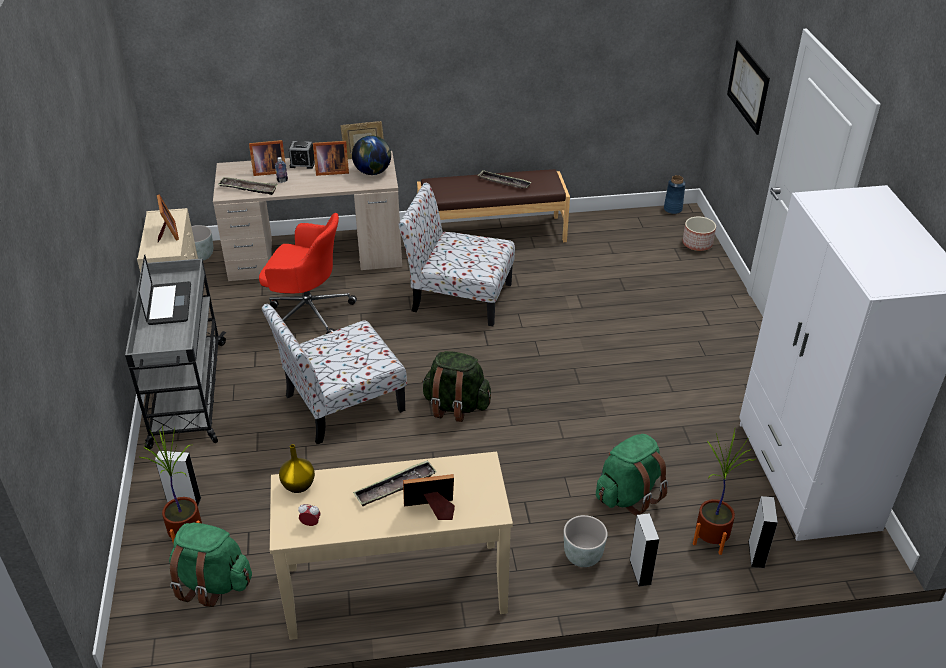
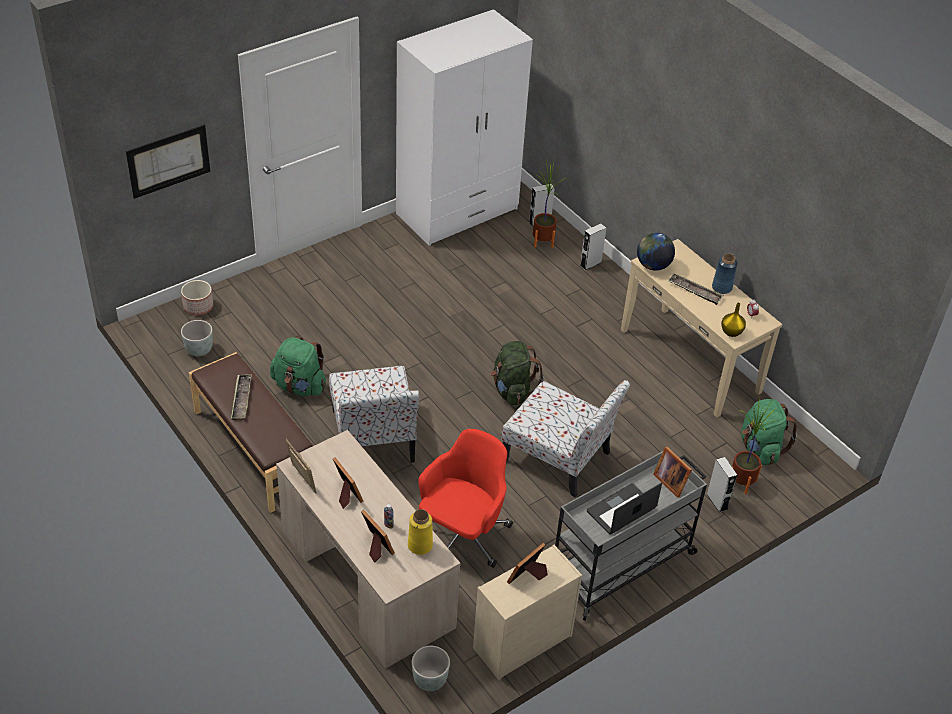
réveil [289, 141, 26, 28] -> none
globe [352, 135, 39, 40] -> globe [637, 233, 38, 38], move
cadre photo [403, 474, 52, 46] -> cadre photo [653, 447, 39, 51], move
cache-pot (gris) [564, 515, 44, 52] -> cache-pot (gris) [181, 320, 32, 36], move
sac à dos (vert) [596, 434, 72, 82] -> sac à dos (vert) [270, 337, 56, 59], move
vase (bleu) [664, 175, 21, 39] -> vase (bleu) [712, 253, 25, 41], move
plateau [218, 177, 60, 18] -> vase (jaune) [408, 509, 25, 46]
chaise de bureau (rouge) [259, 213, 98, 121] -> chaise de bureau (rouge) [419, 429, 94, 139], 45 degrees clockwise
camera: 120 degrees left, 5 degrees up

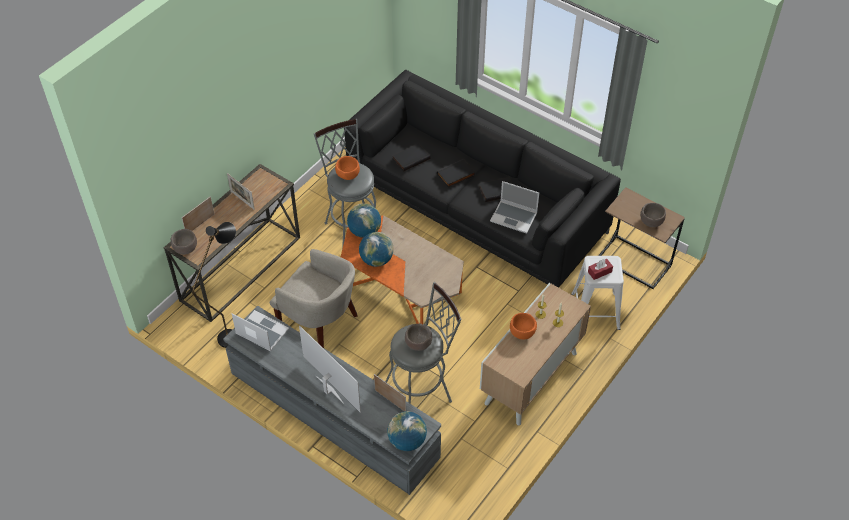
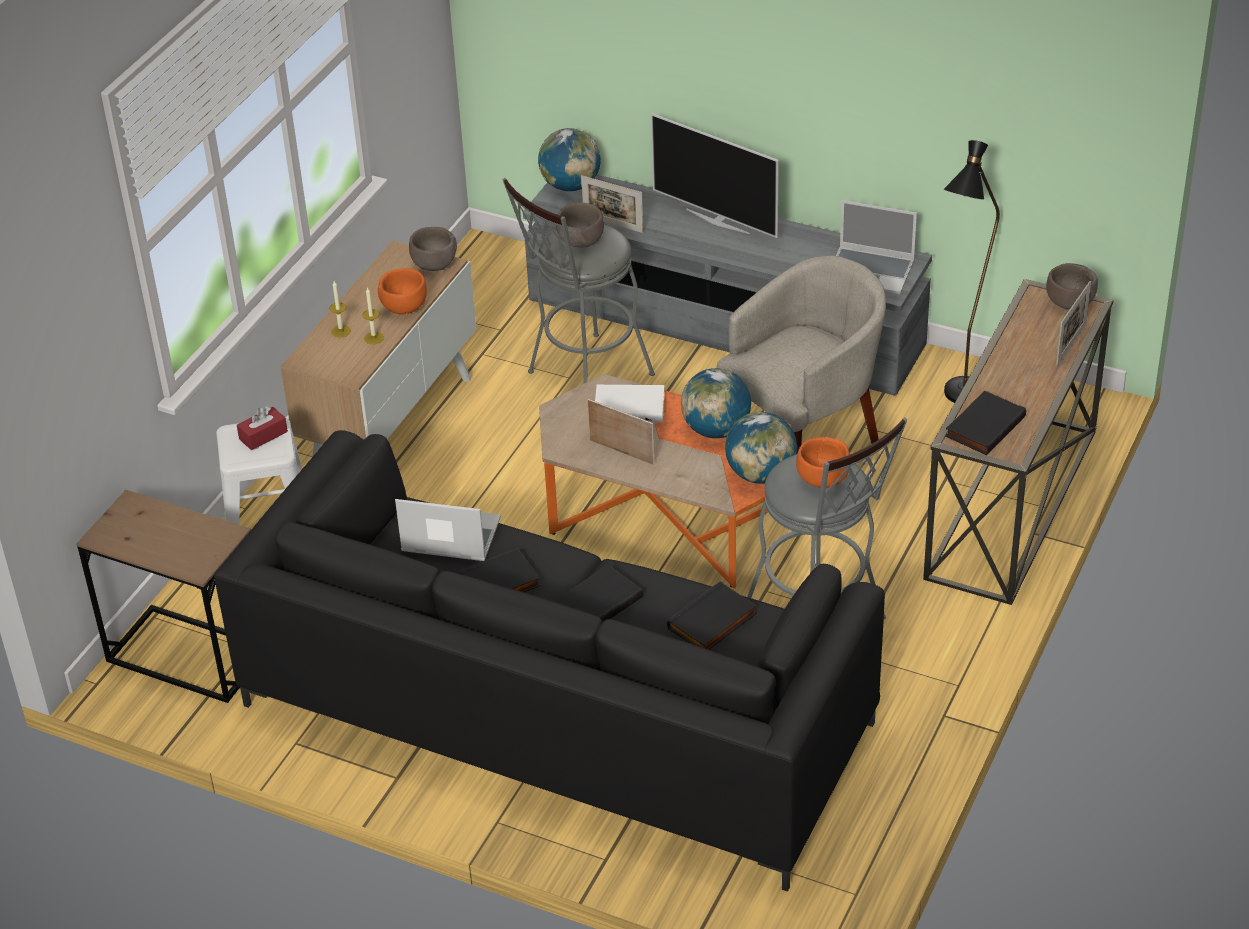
none -> livre (blanc) [595, 384, 70, 38]
none -> livre (noir) [945, 391, 81, 64]
cadre photo [227, 173, 28, 37] -> cadre photo [588, 399, 66, 66], move
bol (marron) [640, 203, 26, 24] -> bol (marron) [409, 227, 48, 44], move
fauteuil (beige) [270, 249, 88, 99] -> fauteuil (beige) [717, 256, 169, 197], 120 degrees clockwise
camera: 170 degrees right, 10 degrees down

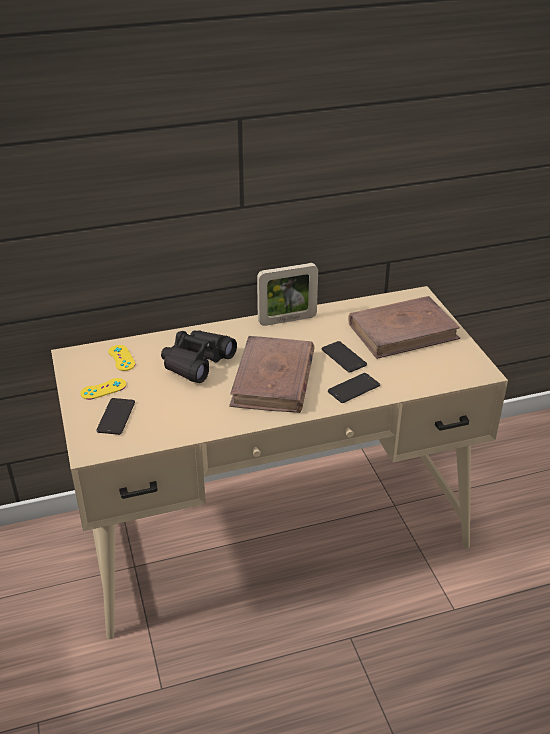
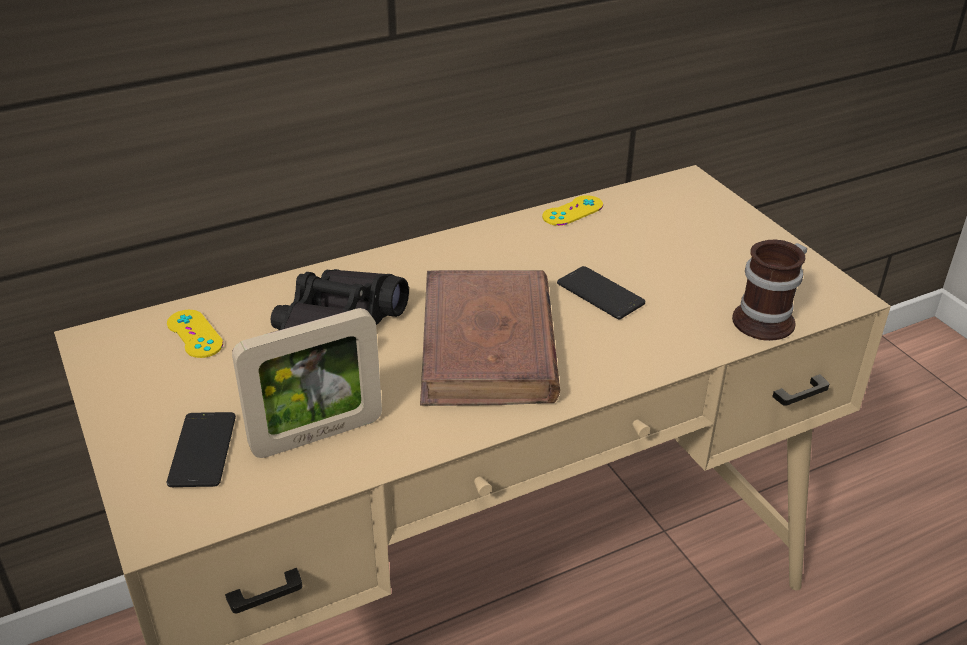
téléphone [328, 373, 52, 30] -> none
livre (marron) [348, 296, 112, 63] -> none
none -> mug [732, 240, 75, 101]
manette (jaune) [80, 378, 46, 22] -> manette (jaune) [542, 195, 61, 31], move
cadre photo [257, 263, 61, 63] -> cadre photo [232, 308, 150, 150], move
camera: 10 degrees left, 0 degrees up

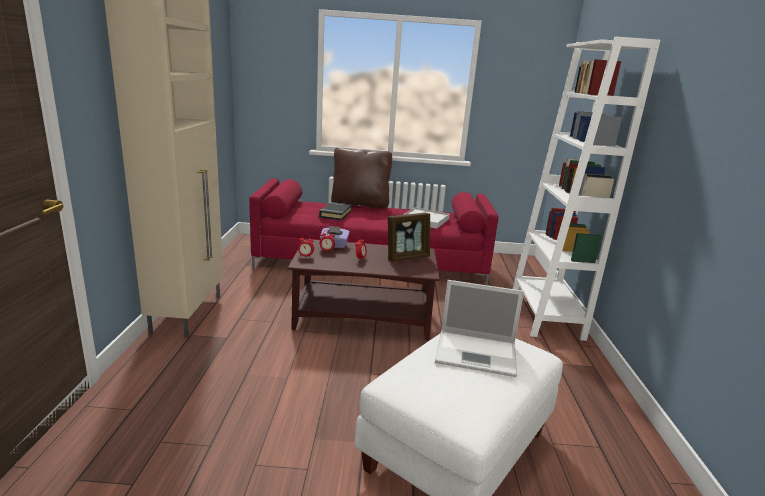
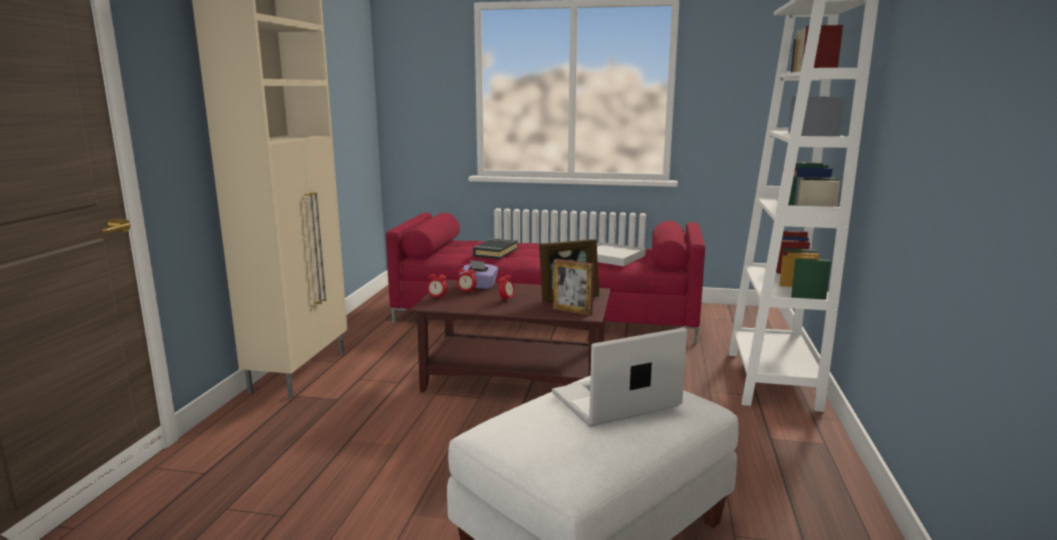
coussin (marron) [331, 147, 61, 62] -> none
none -> cadre photo [553, 259, 41, 56]
ordinateur portable [435, 280, 89, 97] -> ordinateur portable [552, 328, 135, 99], 135 degrees clockwise
camera: 10 degrees right, 5 degrees down

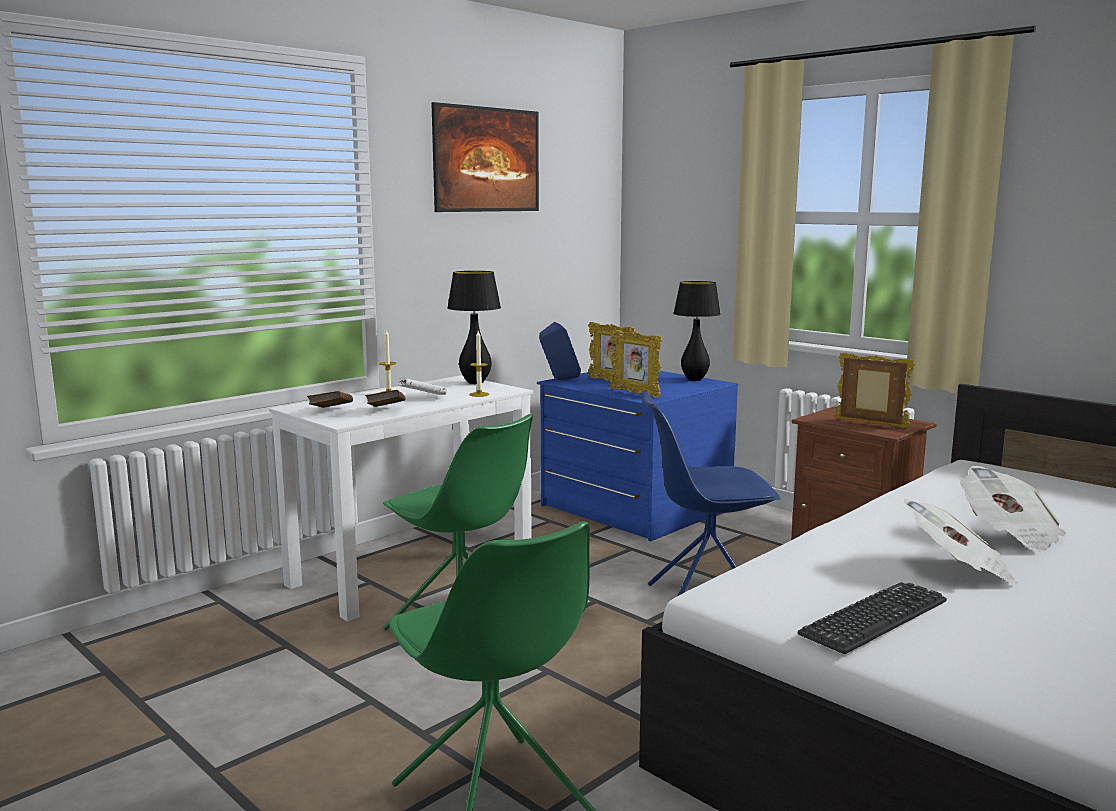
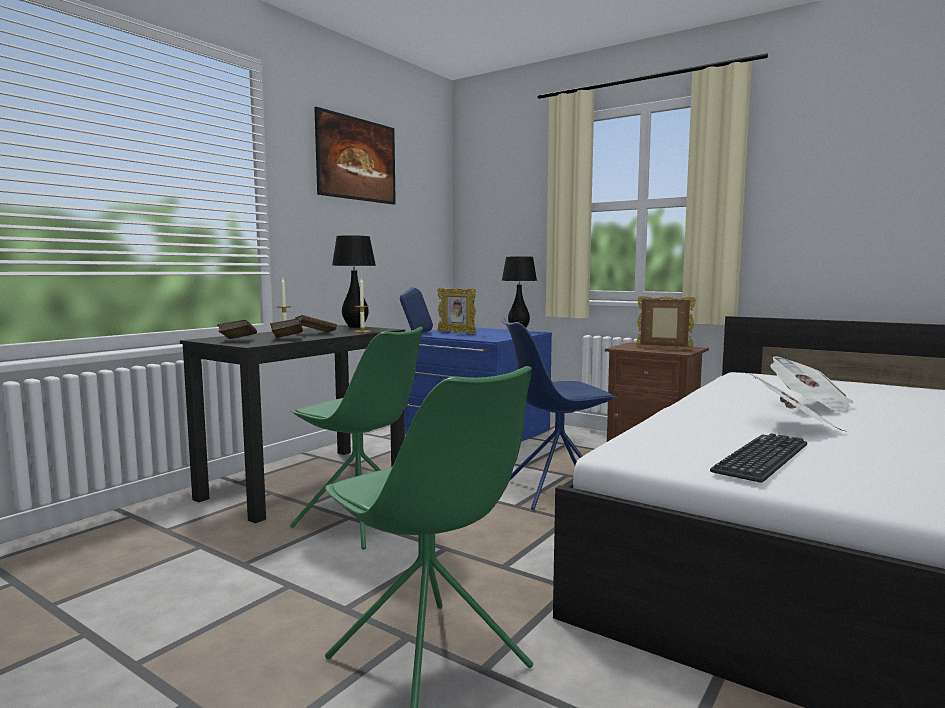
cadre photo [610, 330, 52, 67] -> none
bureau (blanc) [269, 375, 264, 247] -> bureau (noir) [180, 325, 225, 199]
livre (blanc) [398, 378, 49, 17] -> livre (marron) [295, 315, 42, 17]
camera: 10 degrees left, 5 degrees down

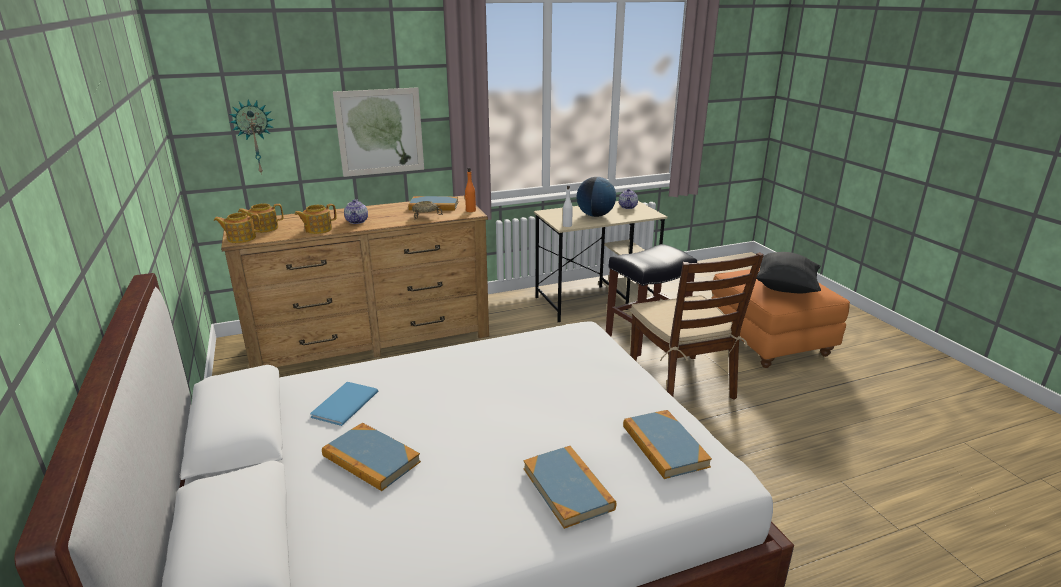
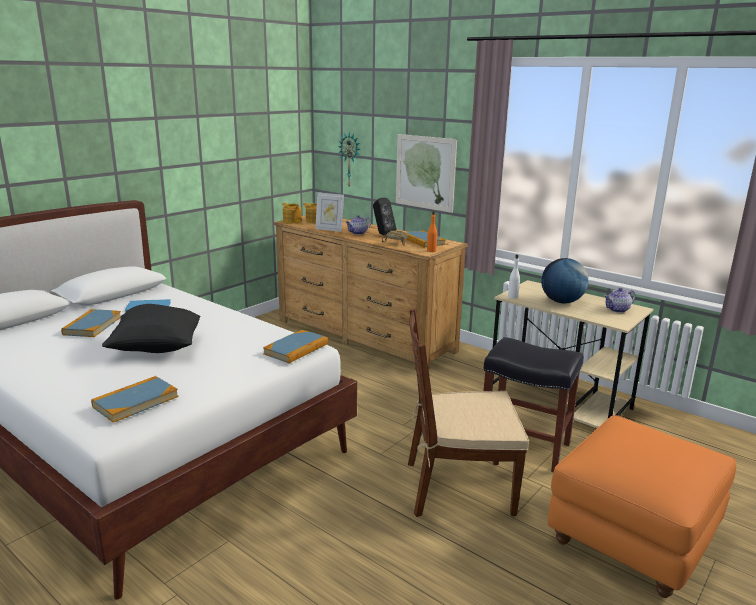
none -> enceinte (noir) [373, 198, 23, 38]
livre [523, 446, 93, 83] -> livre [263, 330, 65, 33], move
coussin (noir) [756, 252, 65, 41] -> coussin (noir) [102, 304, 98, 49], move
théière [295, 204, 42, 30] -> cadre photo [315, 192, 29, 40]
chaise (marron) [631, 252, 133, 148] -> chaise (marron) [408, 309, 121, 208], 45 degrees clockwise
camera: 60 degrees right, 5 degrees down

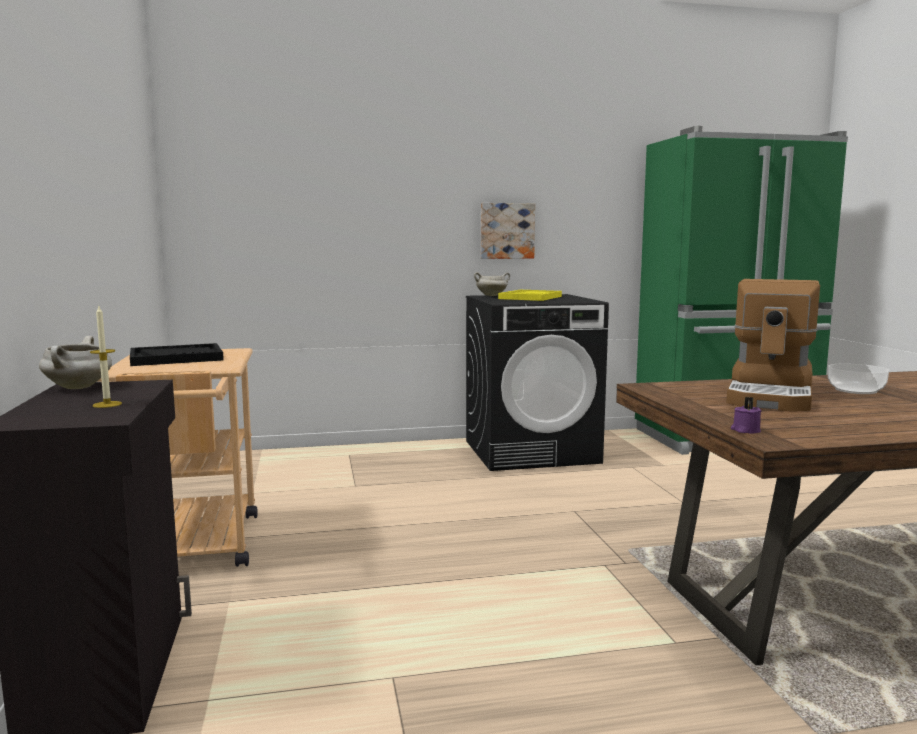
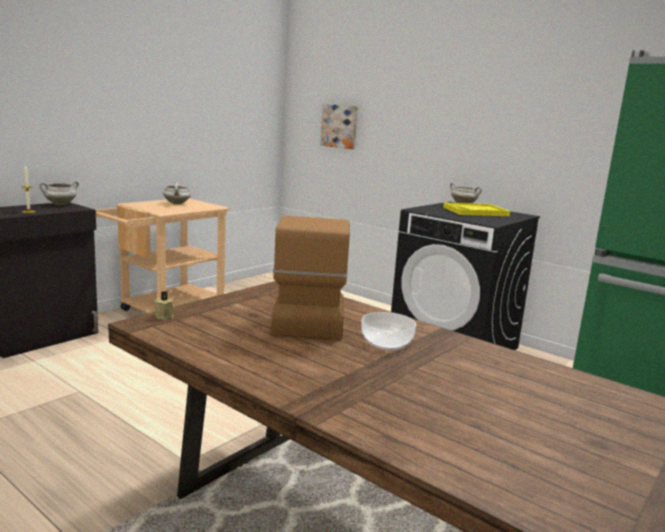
tableau [481, 203, 54, 56] -> tableau [320, 104, 38, 45], move
plateau (noir) [130, 343, 94, 23] -> marmite (blanc) [163, 182, 28, 23]
bougie (violet) [731, 397, 30, 37] -> bougie (beige) [154, 291, 20, 29]
machine à café [726, 279, 94, 133] -> machine à café [271, 216, 79, 124], 105 degrees clockwise
camera: 50 degrees right, 5 degrees up

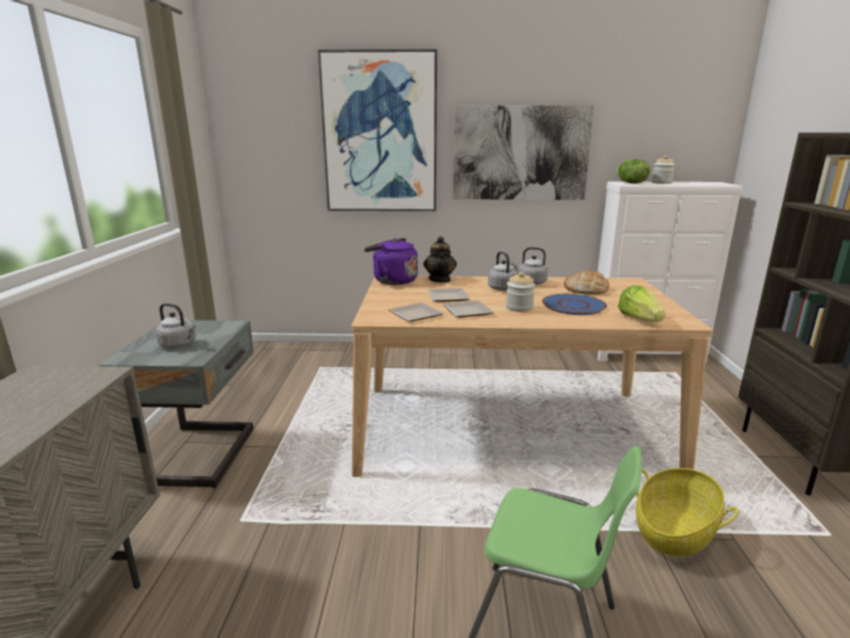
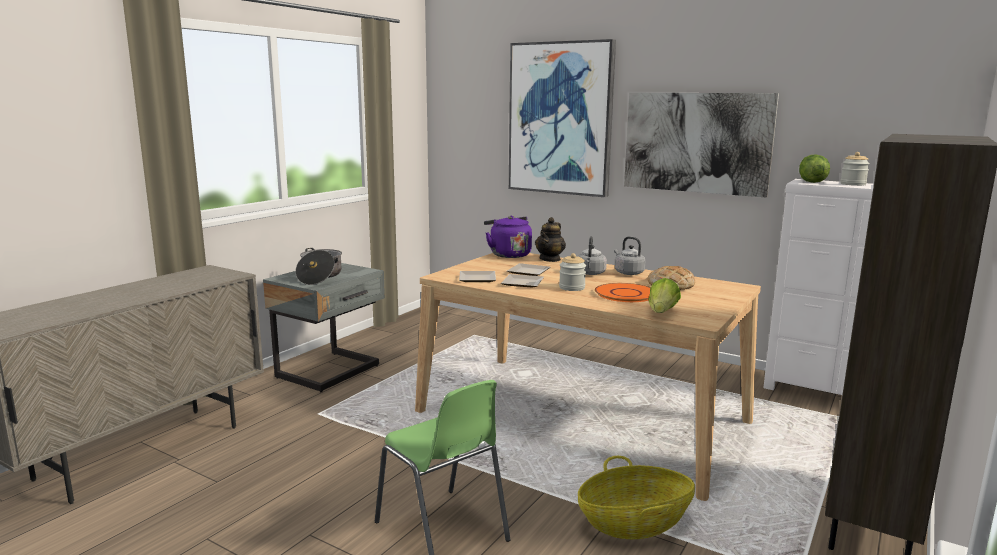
bouilloire (gris) [156, 303, 40, 45] -> marmite [295, 248, 47, 37]
assiette (bleu) [542, 294, 65, 21] -> assiette (orange) [595, 283, 56, 19]
camera: 30 degrees right, 5 degrees down

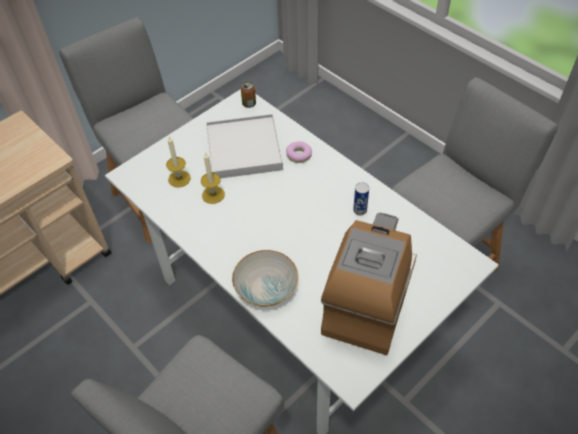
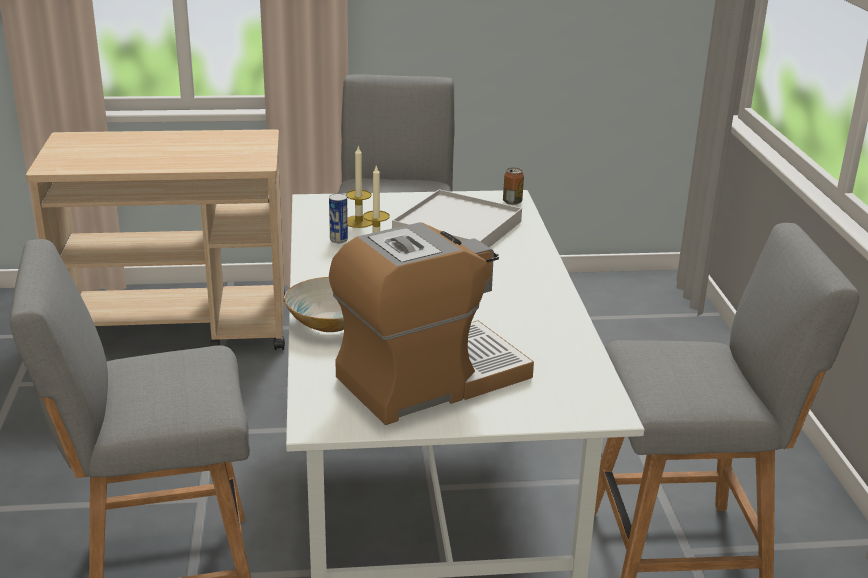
beignet [286, 141, 26, 22] -> none
boîte métallique [353, 182, 16, 34] -> boîte métallique [329, 193, 19, 50], move
camera: 35 degrees right, 25 degrees down

